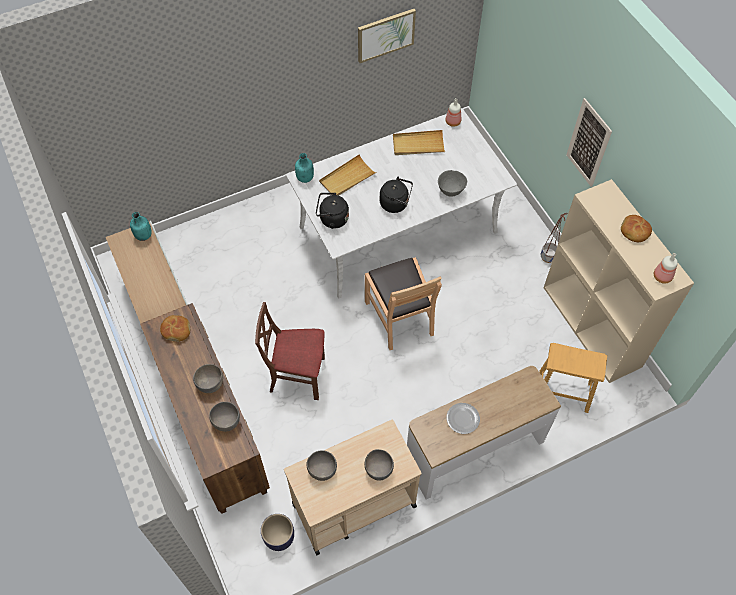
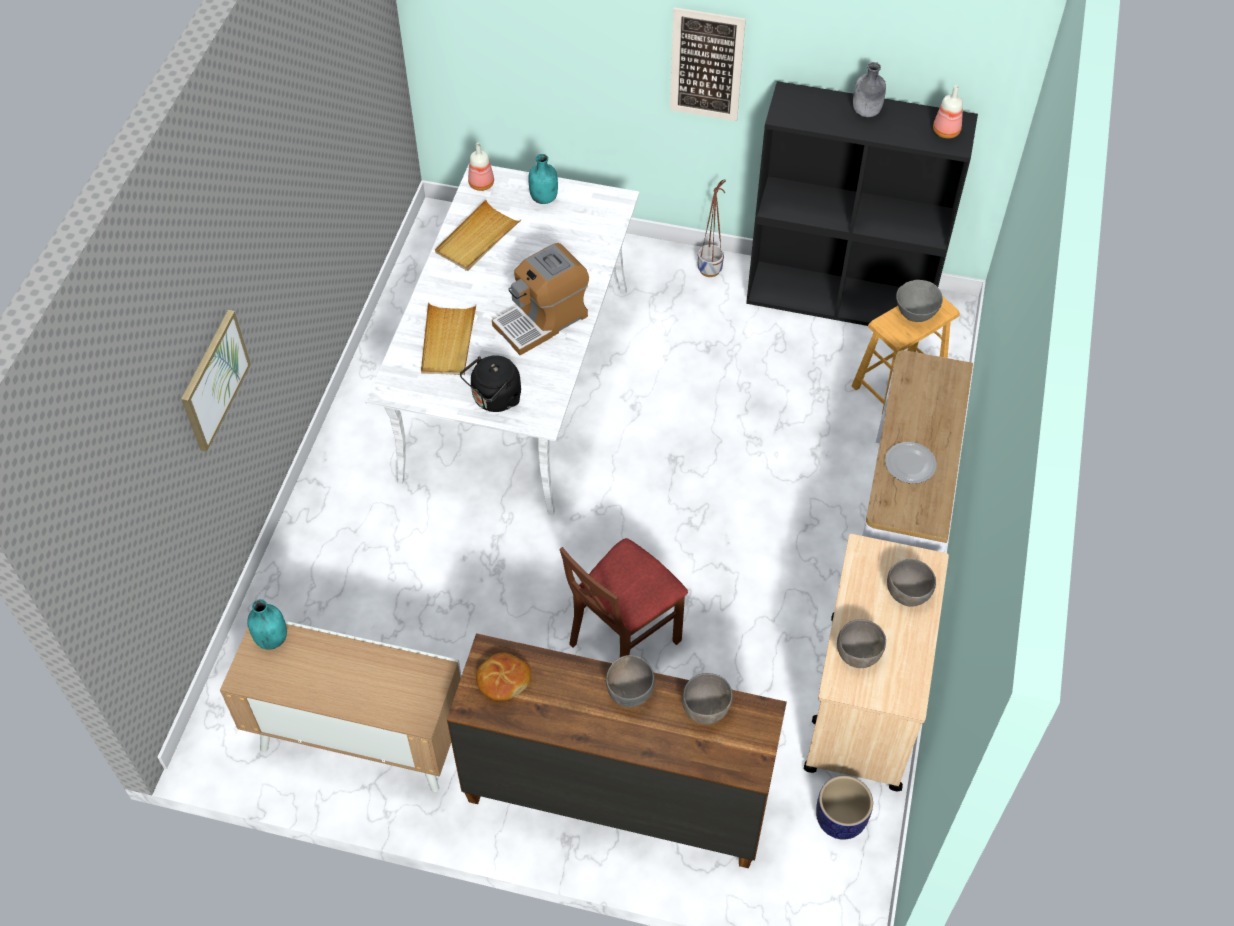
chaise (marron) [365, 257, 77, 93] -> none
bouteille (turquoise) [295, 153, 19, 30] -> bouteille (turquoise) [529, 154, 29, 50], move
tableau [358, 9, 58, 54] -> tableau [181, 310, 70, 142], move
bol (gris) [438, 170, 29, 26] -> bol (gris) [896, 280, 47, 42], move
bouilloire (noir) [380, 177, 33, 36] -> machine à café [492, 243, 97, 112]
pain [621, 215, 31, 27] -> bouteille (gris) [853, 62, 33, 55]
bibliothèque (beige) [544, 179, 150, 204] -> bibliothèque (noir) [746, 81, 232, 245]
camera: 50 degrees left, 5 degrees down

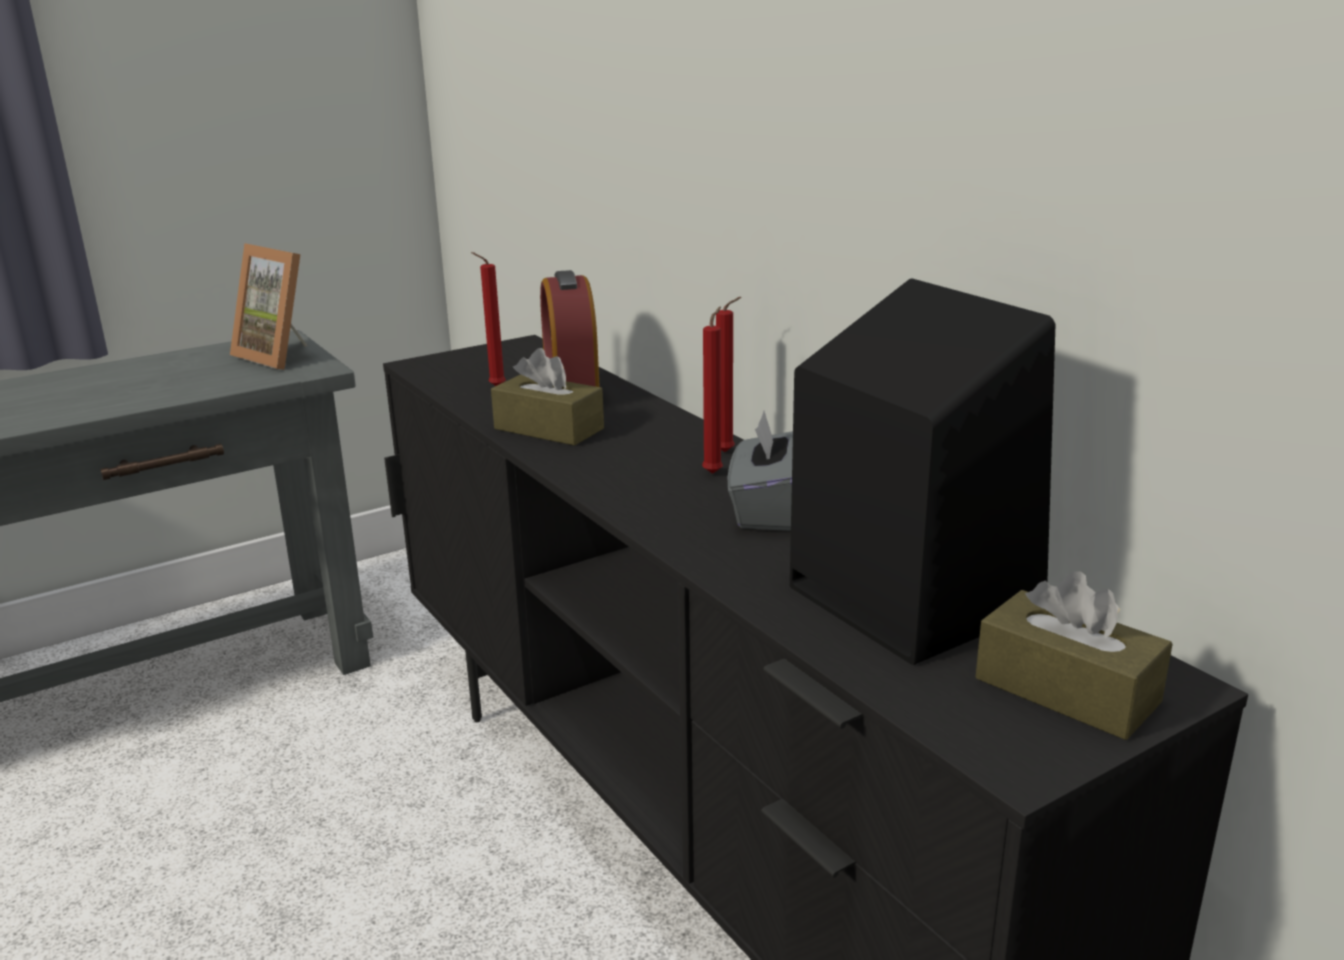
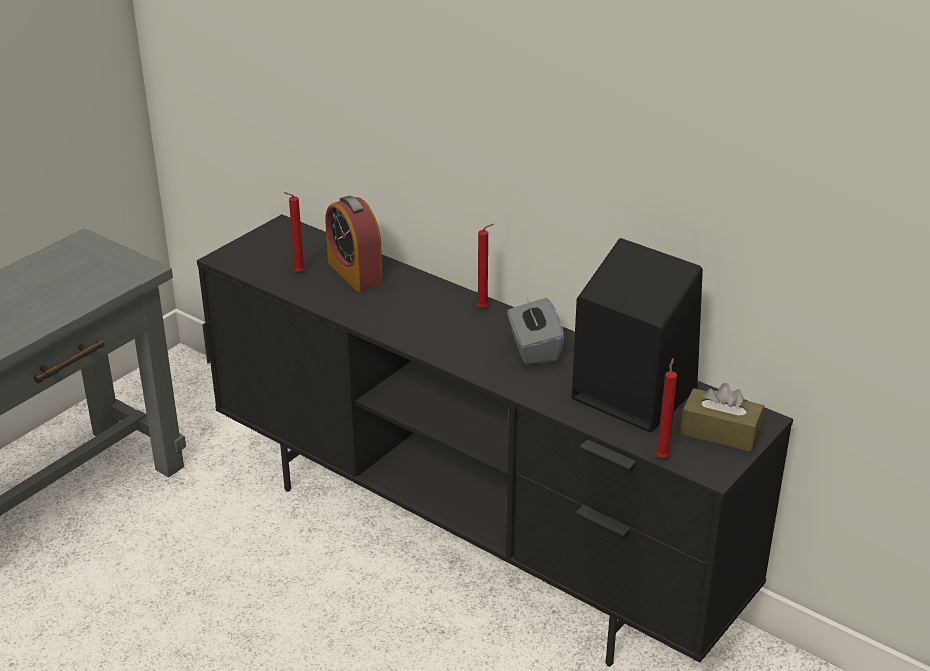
cadre photo [230, 243, 77, 127] -> none
boîte à mouchoirs (marron) [491, 348, 113, 98] -> none
bougie (rouge) [702, 306, 21, 168] -> bougie (rouge) [656, 358, 21, 100], move
camera: 20 degrees left, 10 degrees up

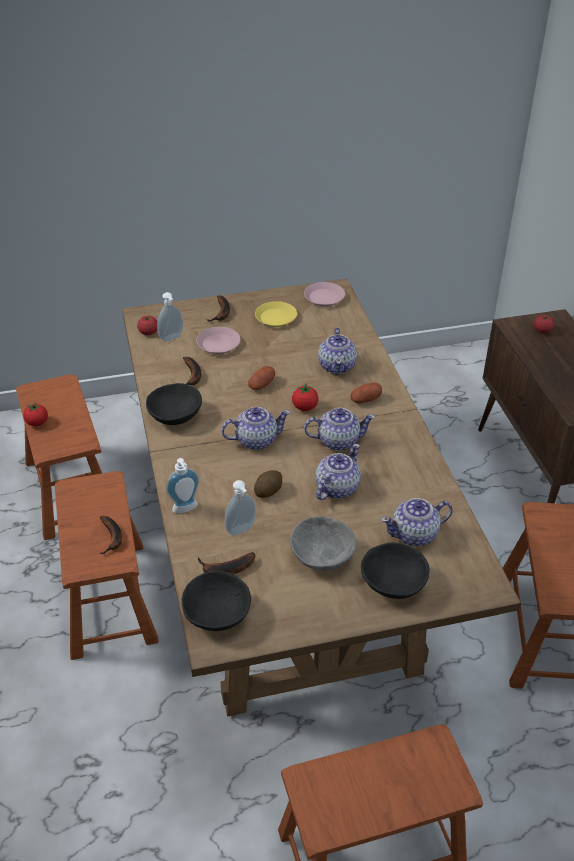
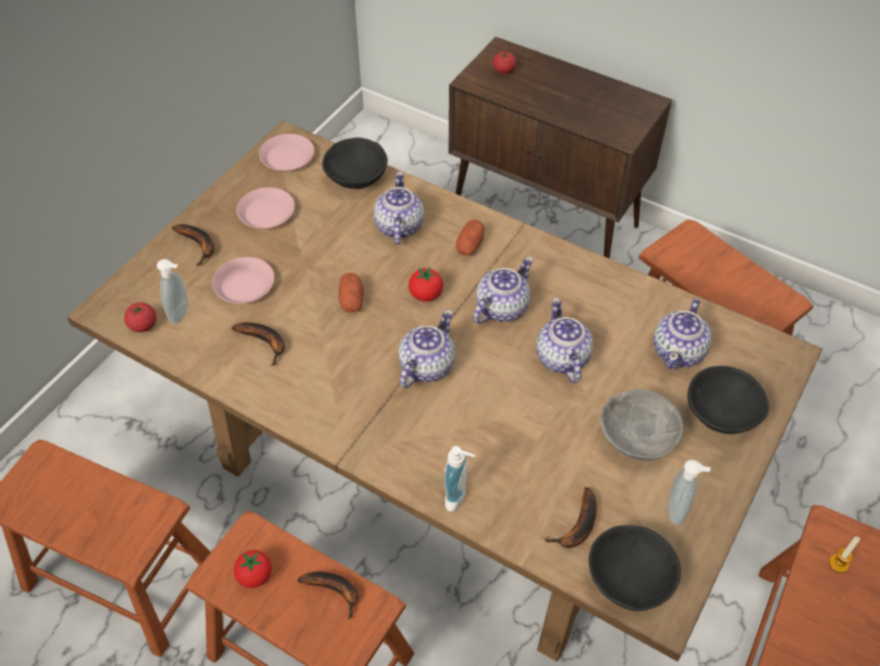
pomme de terre [254, 470, 28, 28] -> none
none -> bougie [829, 536, 31, 37]
tomate [23, 402, 25, 24] -> tomate [234, 550, 38, 38], move
bol (noir) [146, 383, 56, 42] -> bol (noir) [322, 137, 66, 52], move
distributeur de savon [225, 480, 31, 56] -> distributeur de savon [668, 460, 42, 65], move
assiette (jaune) [255, 301, 42, 26] -> assiette (rose) [237, 187, 58, 42]
théière [318, 327, 39, 48] -> théière [374, 172, 50, 73], 135 degrees counterclockwise
camera: 45 degrees left, 10 degrees up

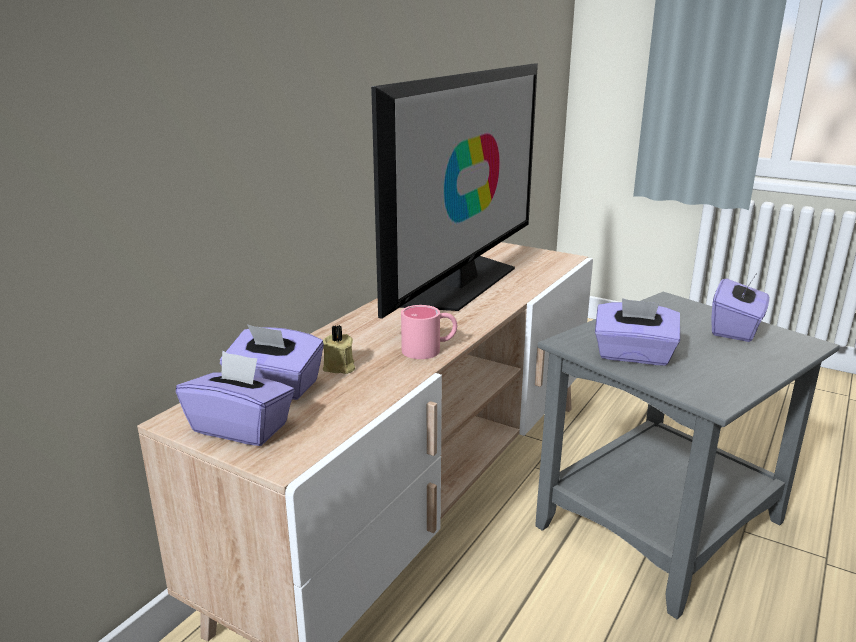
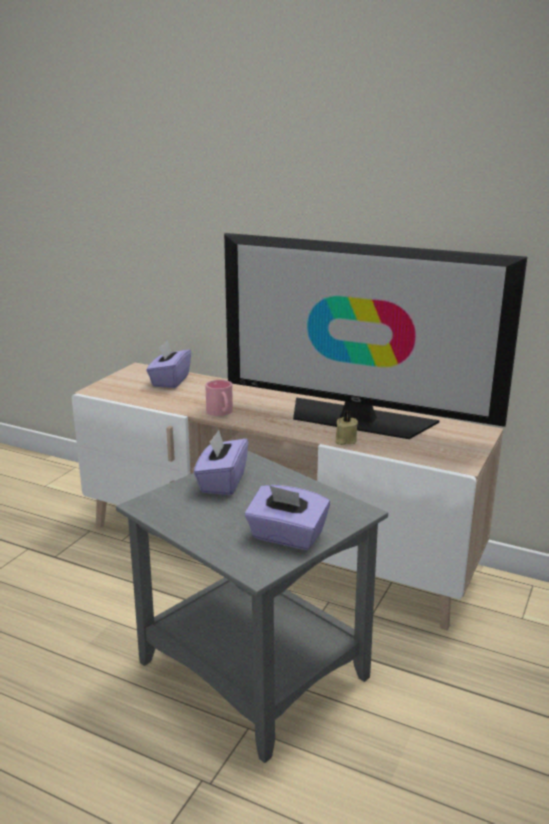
boîte à mouchoirs (violet) [176, 351, 119, 95] -> none
bougie (beige) [323, 325, 32, 49] -> bougie (beige) [335, 411, 23, 34], move
camera: 85 degrees right, 0 degrees up

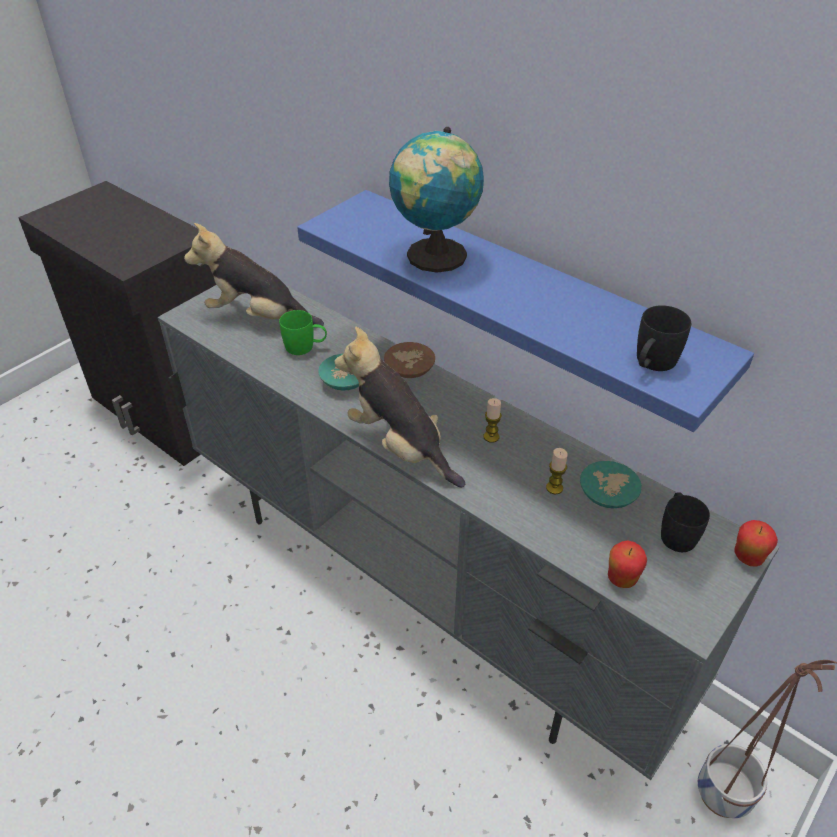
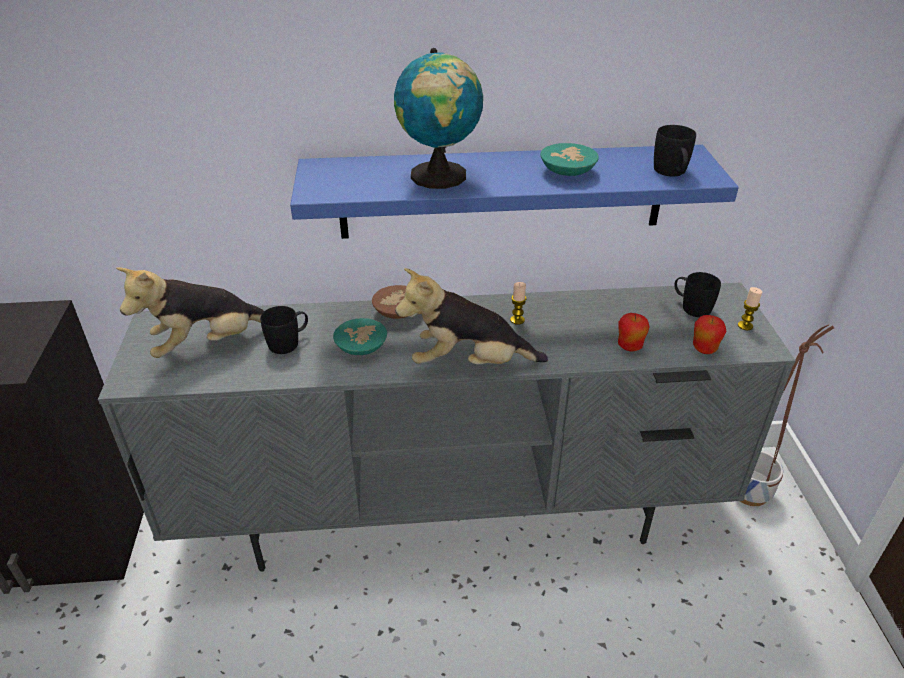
bougie [546, 448, 22, 46] -> bougie [738, 287, 24, 43], move
bol (turquoise) [580, 461, 62, 48] -> bol (turquoise) [540, 143, 59, 33], move
pomme [734, 520, 44, 47] -> pomme [618, 313, 31, 38], move
mug (vert) [279, 310, 48, 45] -> mug (noir) [260, 306, 48, 48]
camera: 45 degrees left, 5 degrees down

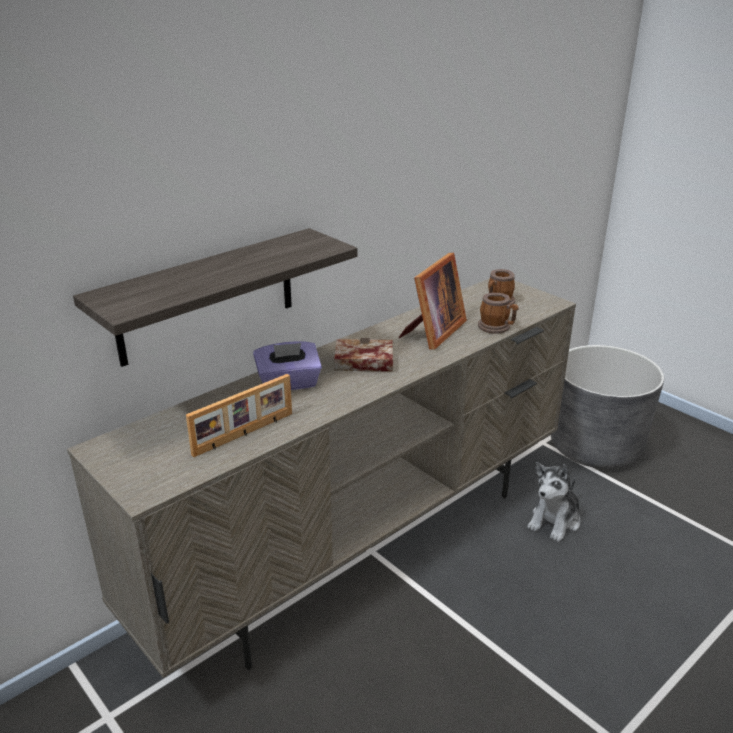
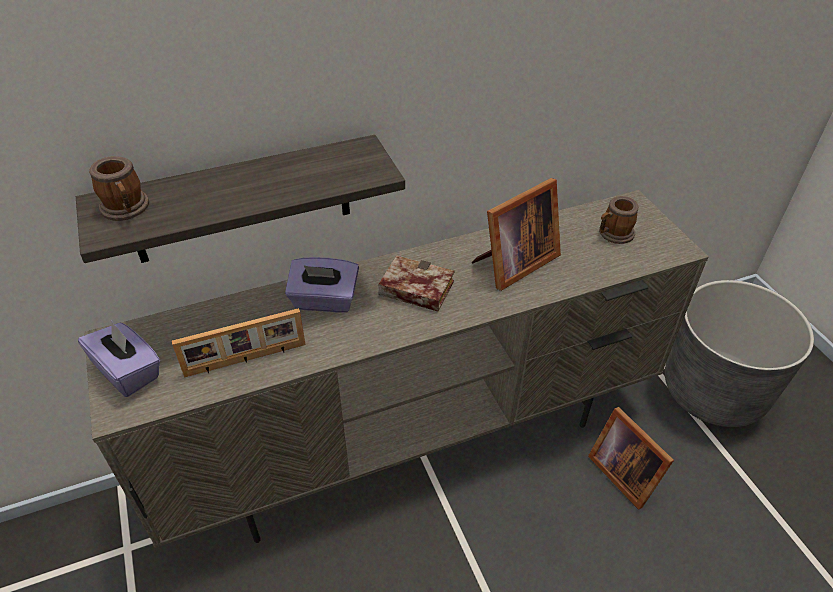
none -> boîte à mouchoirs (violet) [78, 322, 82, 75]
mug [478, 293, 41, 41] -> mug [89, 156, 60, 65], move
peluche [527, 462, 53, 80] -> cadre photo [588, 407, 86, 103]
camera: 20 degrees right, 15 degrees up

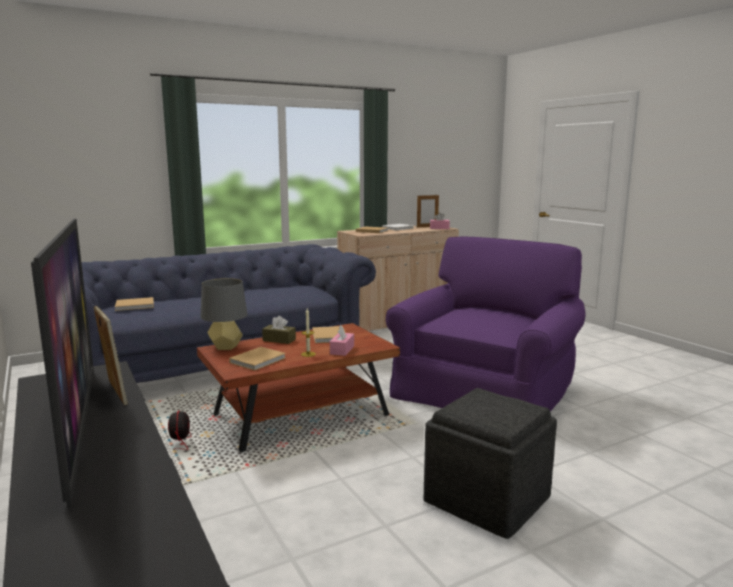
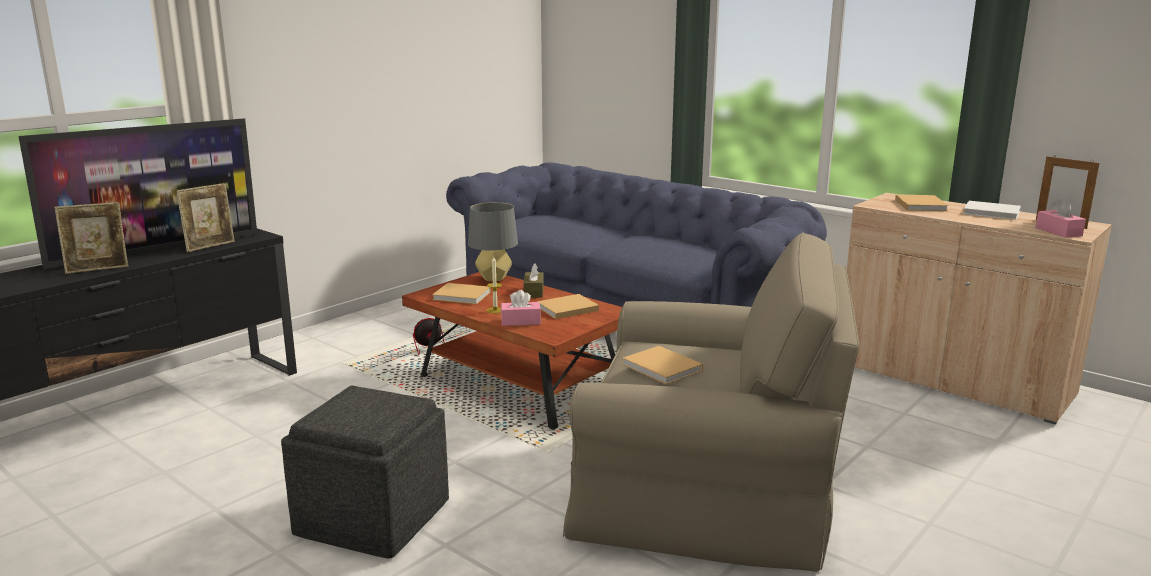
none -> cadre photo [55, 202, 73, 72]
livre (beige) [115, 297, 39, 14] -> livre (beige) [622, 346, 81, 39], move
fauteuil (violet) [386, 236, 200, 176] -> fauteuil (beige) [563, 232, 296, 340]
camera: 70 degrees right, 5 degrees up

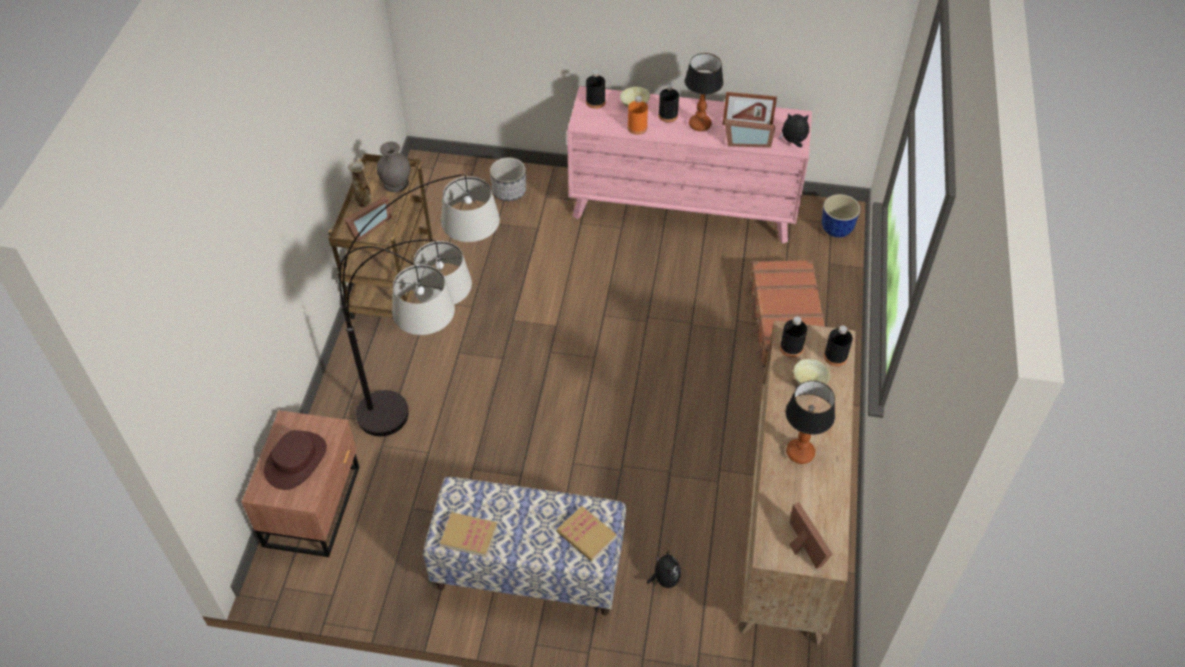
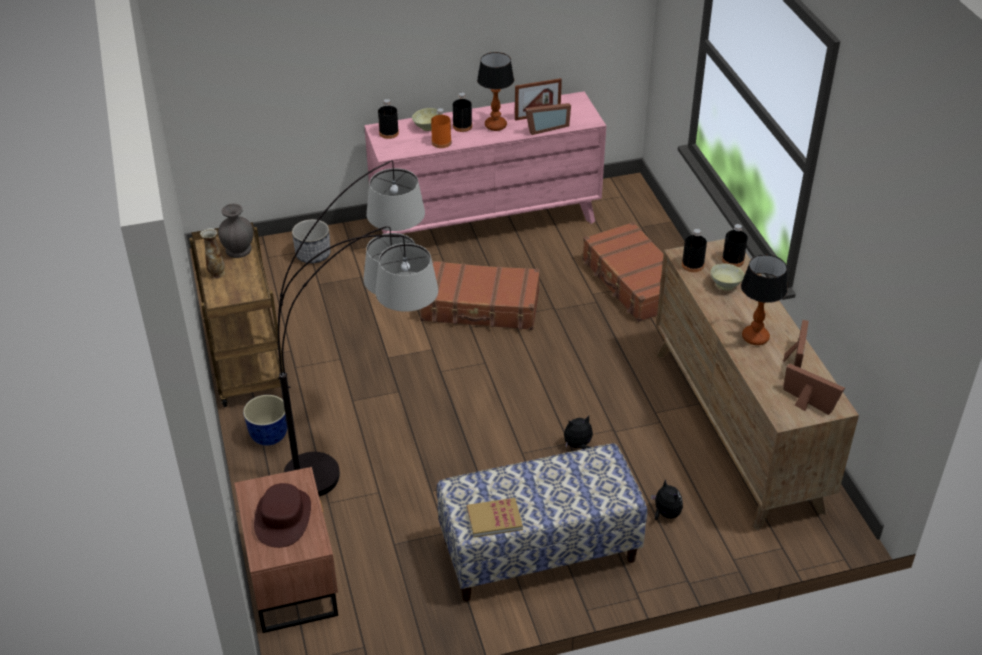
livre [556, 506, 61, 55] -> none
none -> valise (marron) [420, 261, 120, 69]
cadre photo [344, 196, 48, 45] -> cadre photo [783, 320, 26, 48], move
peluche [779, 113, 30, 34] -> peluche [564, 416, 29, 33], move
cache-pot [822, 194, 38, 44] -> cache-pot [243, 395, 44, 51], move
camera: 25 degrees left, 10 degrees down

